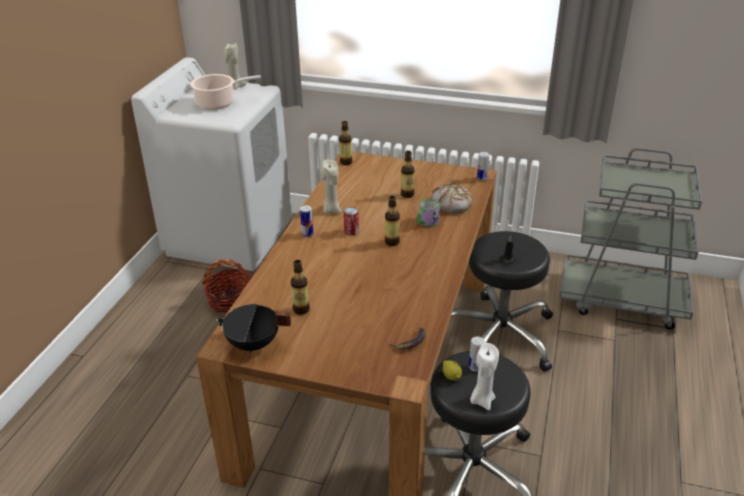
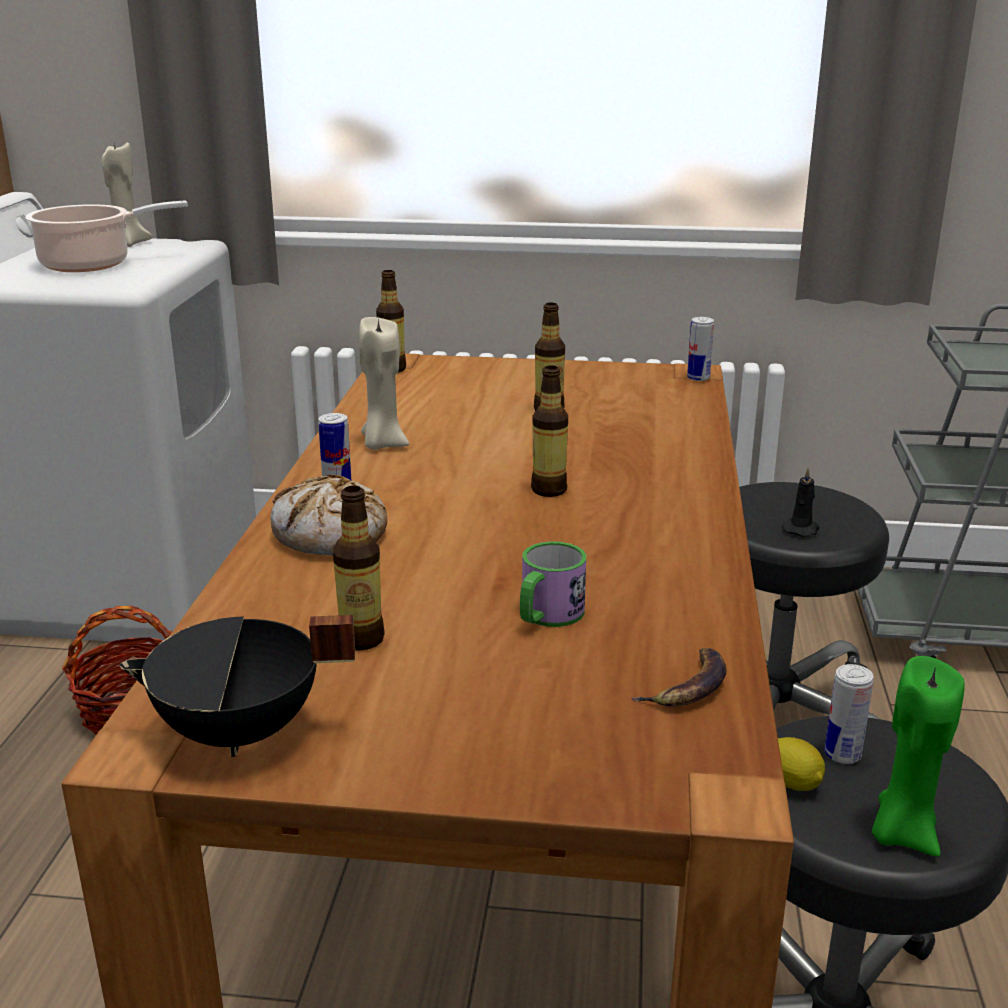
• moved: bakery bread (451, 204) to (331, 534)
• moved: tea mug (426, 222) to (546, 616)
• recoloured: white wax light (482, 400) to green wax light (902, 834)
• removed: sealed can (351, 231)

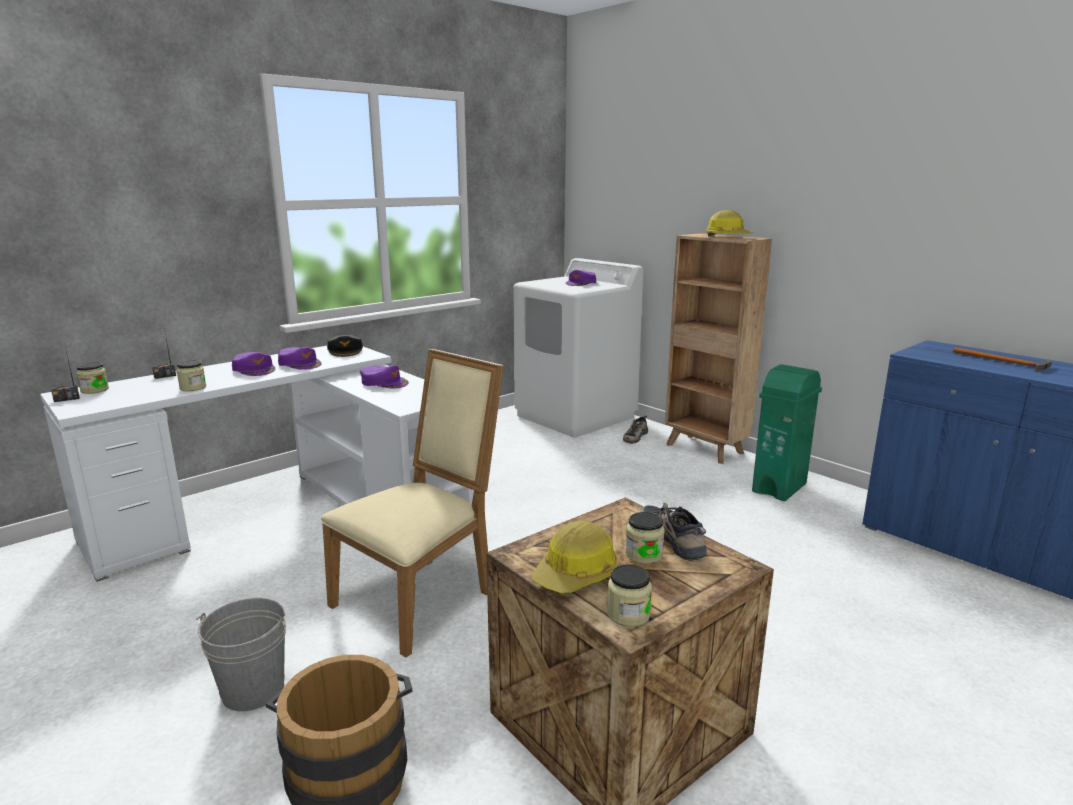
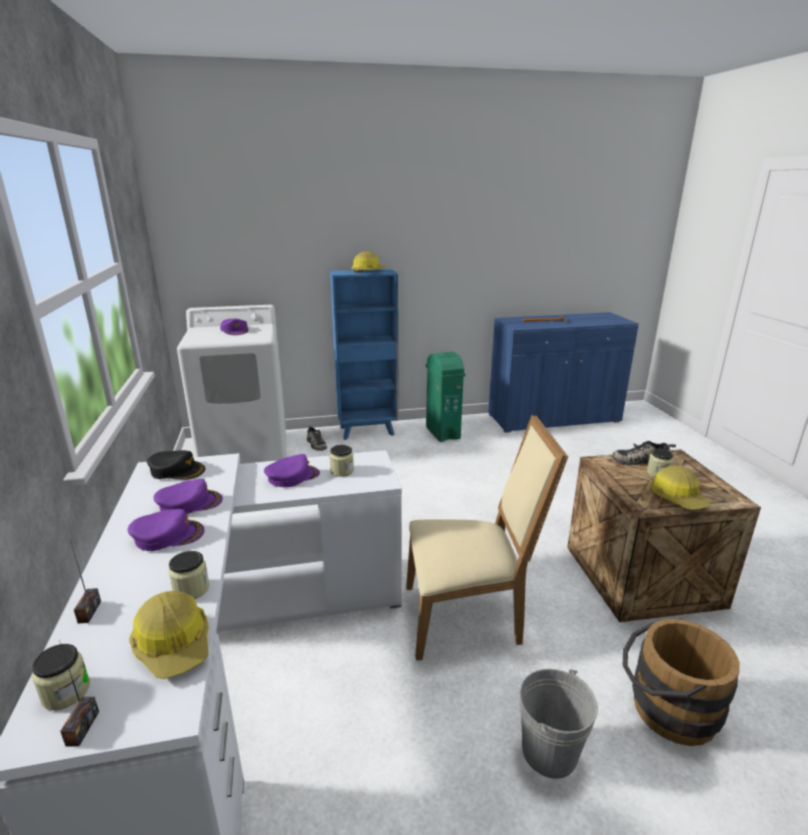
• added: safety helmet (174, 645)
• recoloured: brown-coloured shelving unit (705, 449) to blue-coloured shelving unit (368, 431)
• moved: preserve jar (628, 614) to (342, 471)
• turned: beige upright chair (421, 597) = (469, 616) 105 degrees clockwise

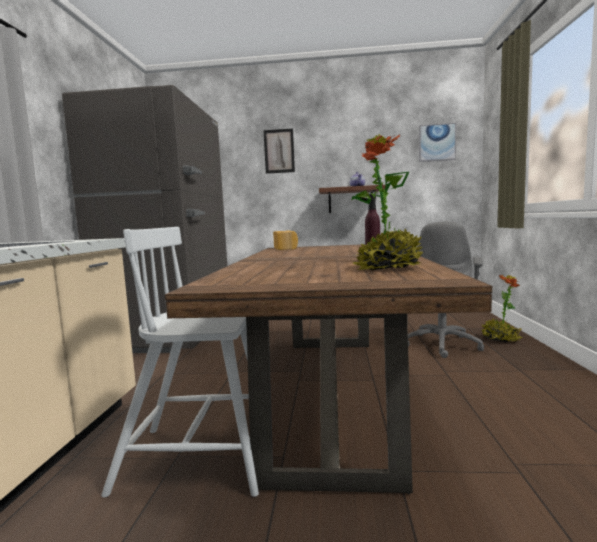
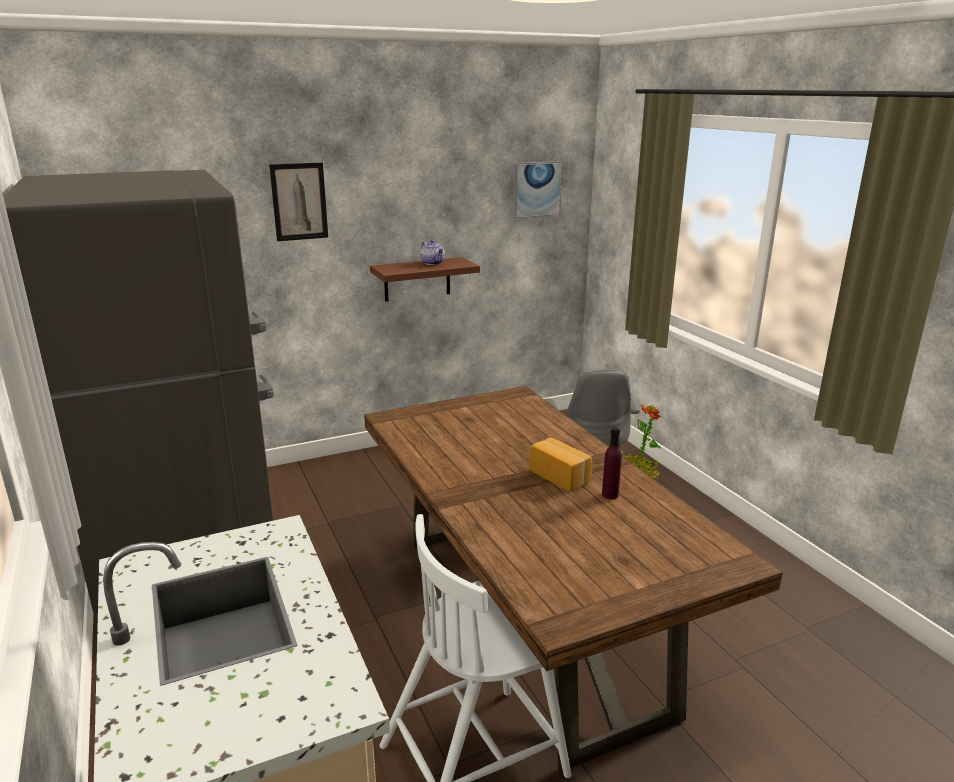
• moved: bakery bread (286, 248) to (561, 476)
• removed: potted plant (388, 268)

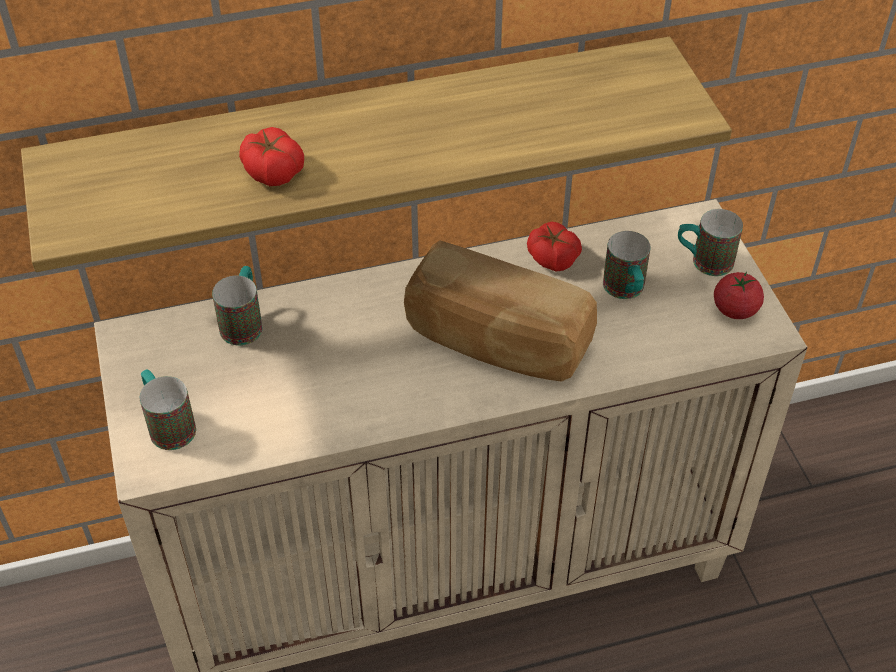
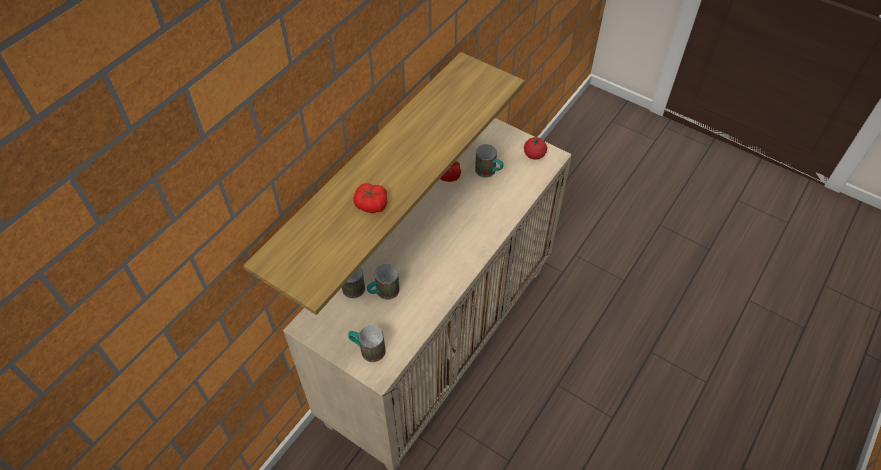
• moved: tea mug (703, 261) to (383, 293)
• removed: bakery bread (497, 341)

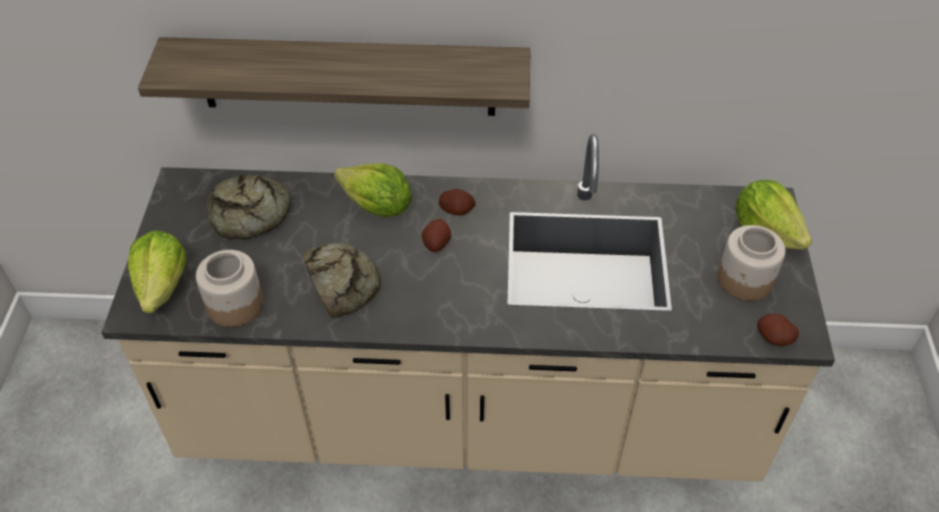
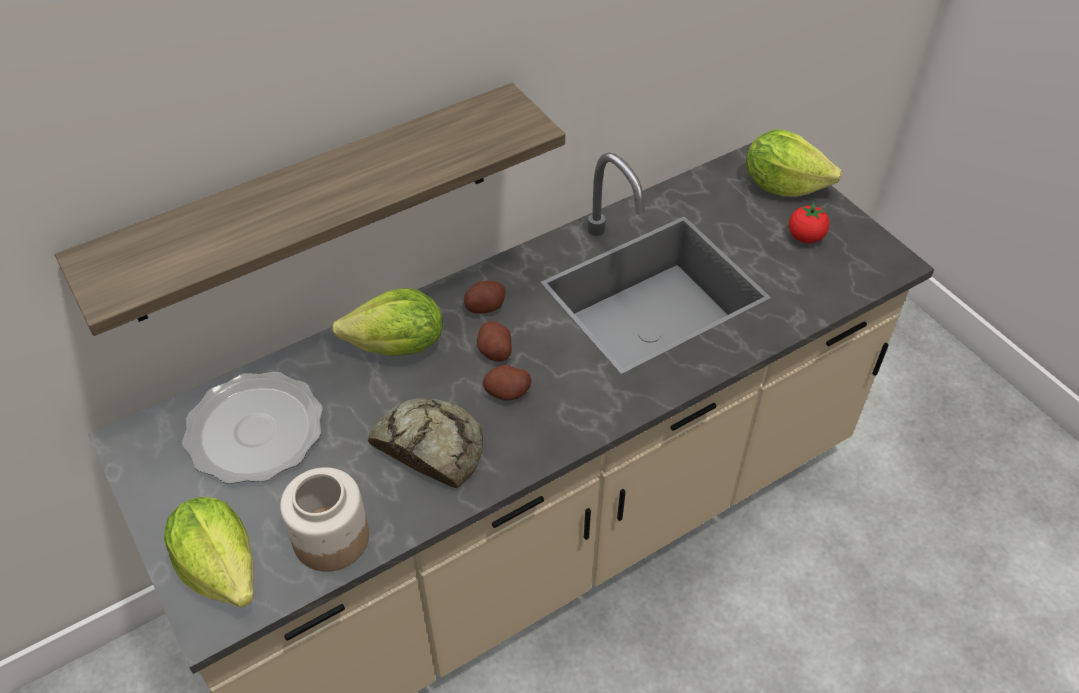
• replaced: bakery bread (250, 215) to dinner plate (256, 430)
• moved: potato (774, 337) to (507, 392)
• replaced: preserve jar (745, 280) to tomato (805, 237)

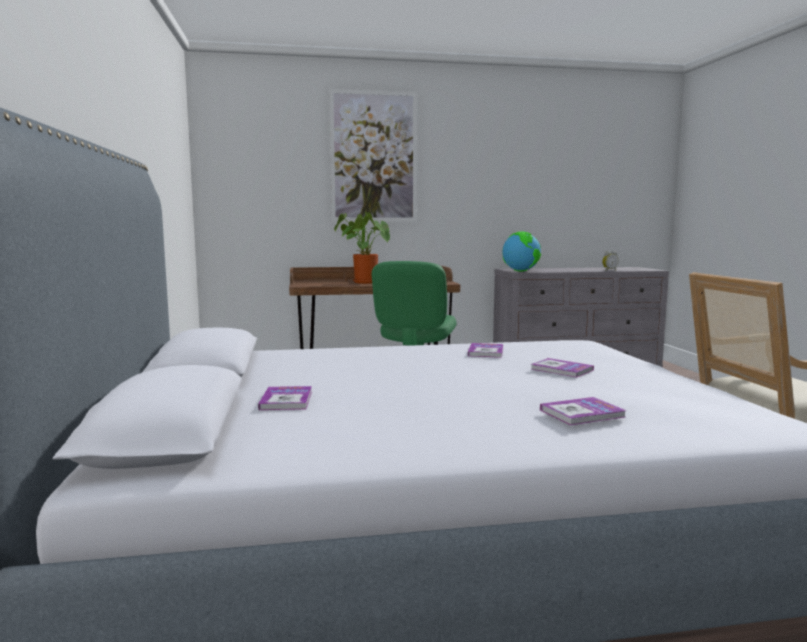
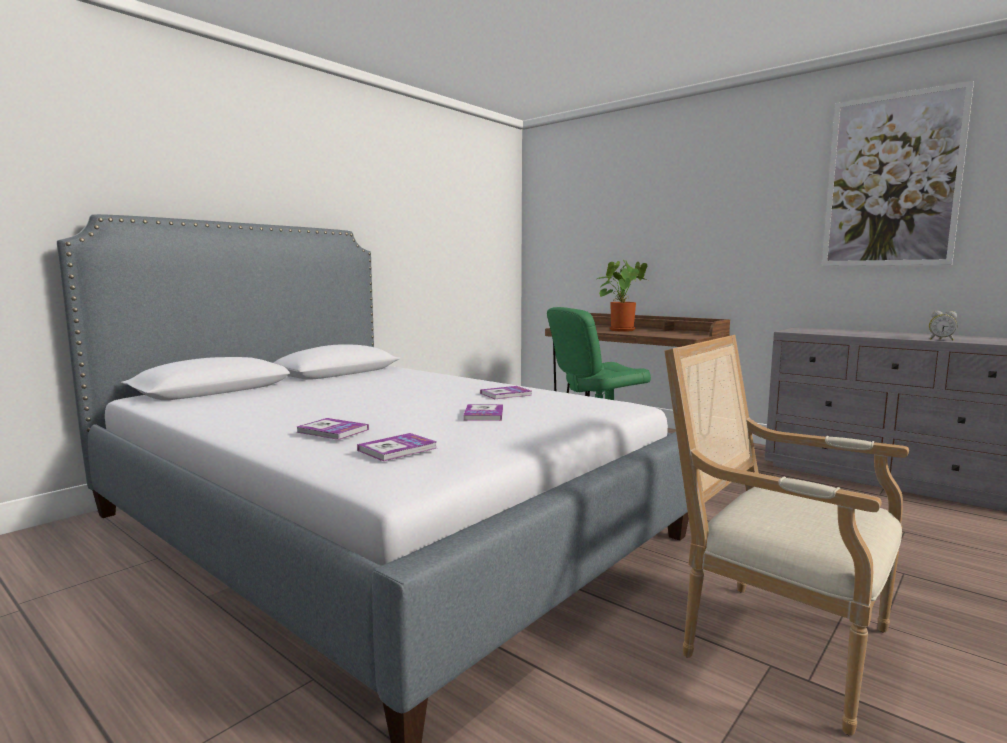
• moved: bound book (286, 400) to (397, 449)
• moved: wall art (373, 157) to (891, 181)
• removed: desk globe (521, 271)

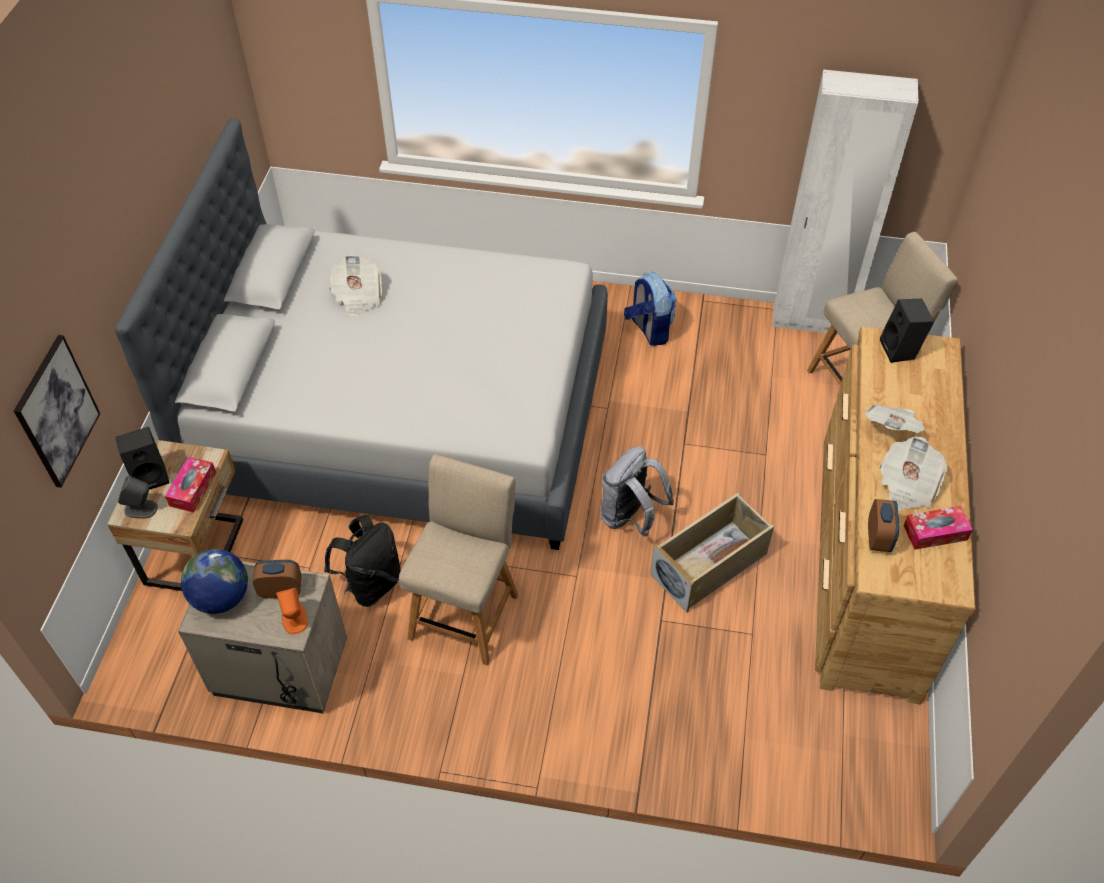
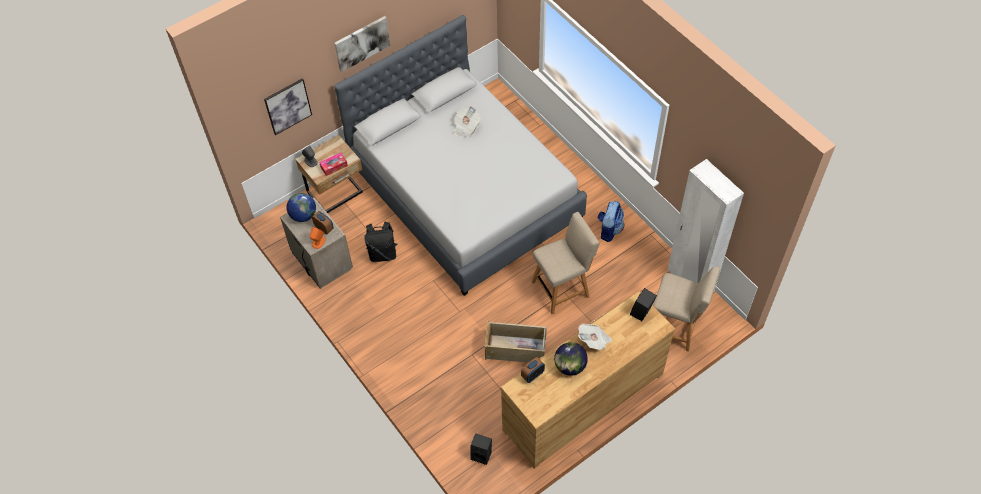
• added: wall art (362, 43)
• moved: blackish audio speaker (151, 476) to (482, 454)
• moved: beige upright chair (466, 611) to (563, 288)
• replaced: daily paper (907, 486) to desk globe (570, 366)
• removed: gray backpack (630, 517)
• removed: box of tissues (935, 533)

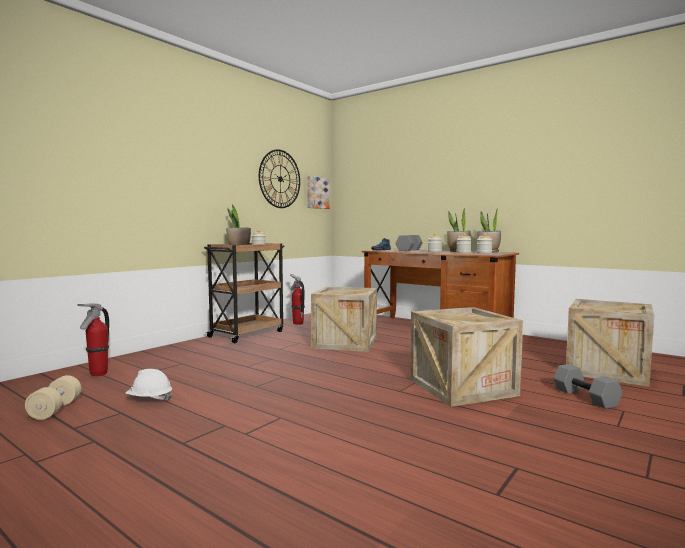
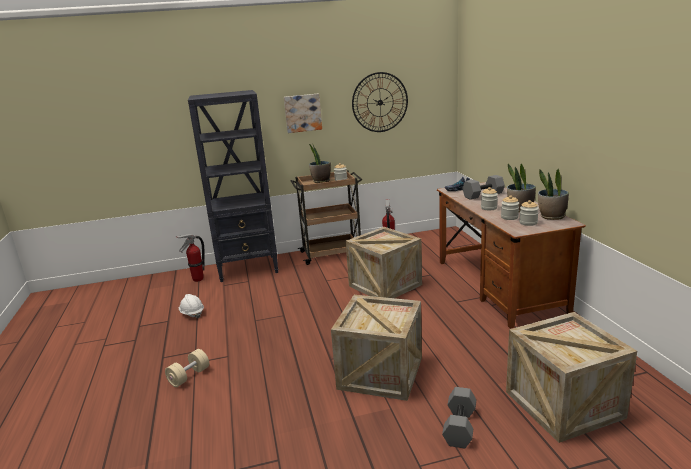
• moved: beige free weight (55, 409) to (189, 376)
• added: blackish shelving unit (249, 268)
• moved: wall art (317, 193) to (302, 113)

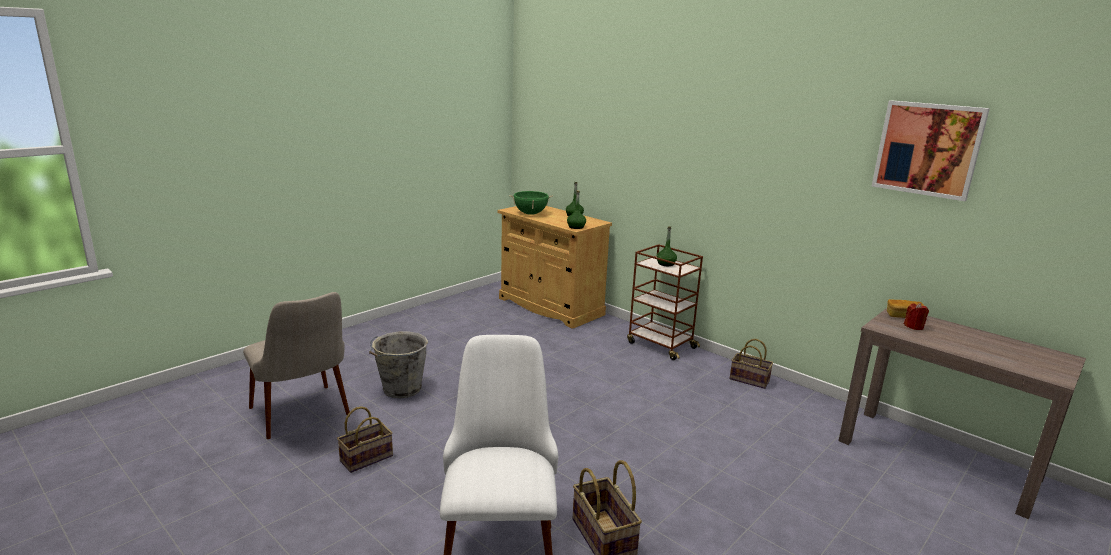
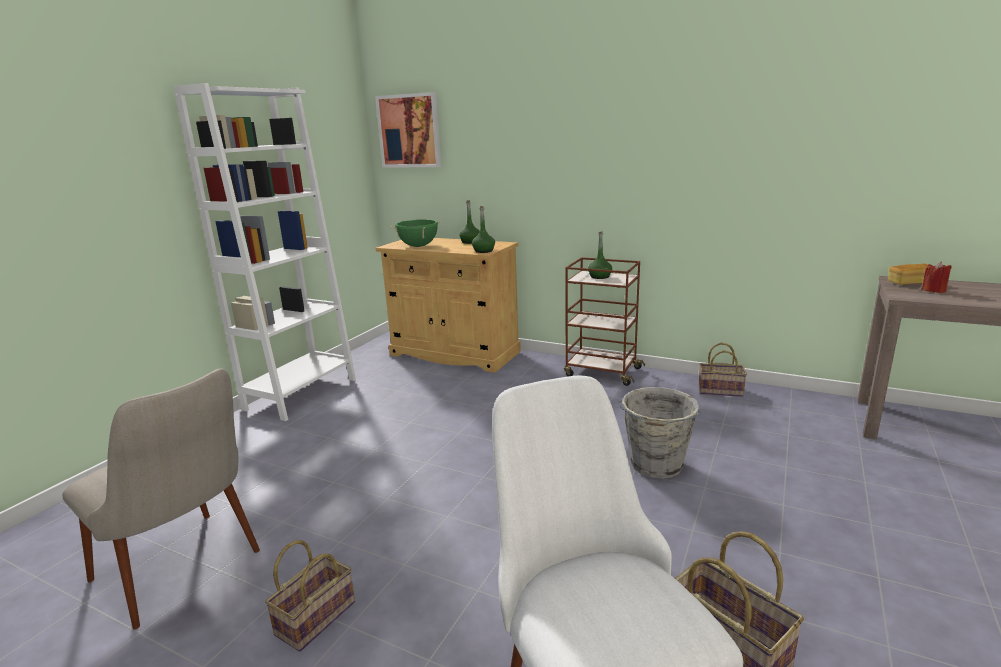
• added: white shelving unit (301, 394)
• moved: wall art (927, 149) to (409, 131)
• moved: gray pail (400, 389) to (656, 466)

